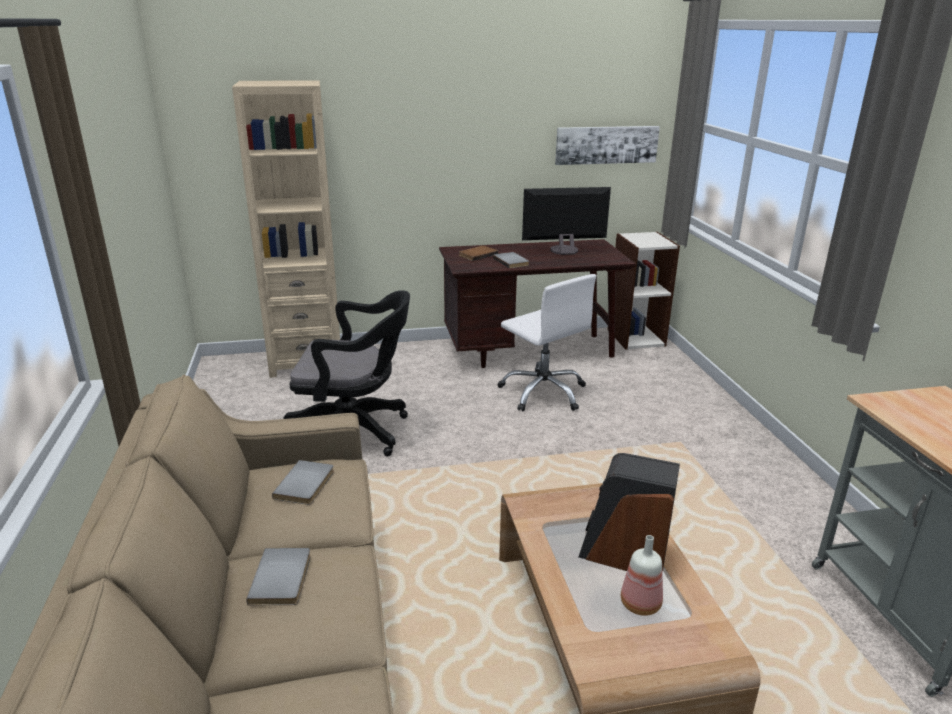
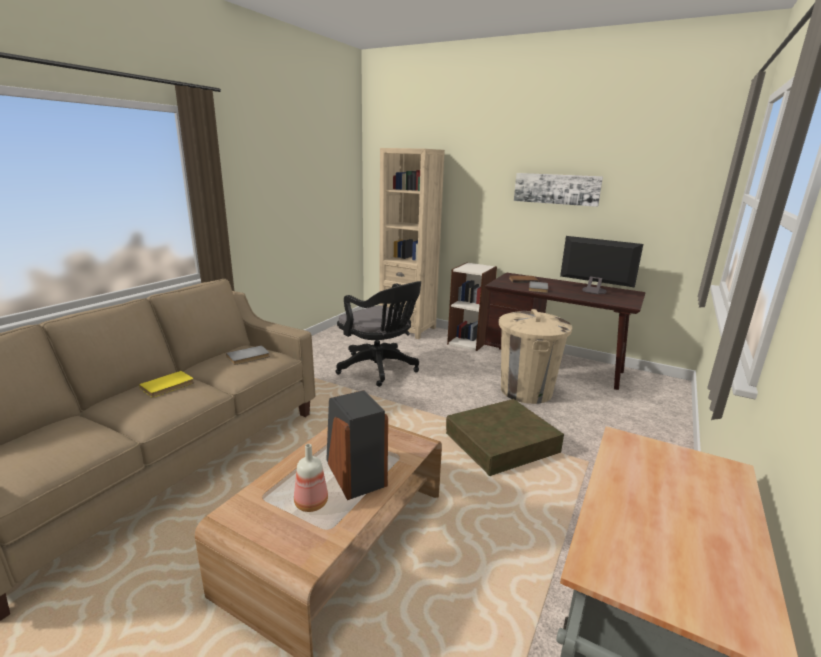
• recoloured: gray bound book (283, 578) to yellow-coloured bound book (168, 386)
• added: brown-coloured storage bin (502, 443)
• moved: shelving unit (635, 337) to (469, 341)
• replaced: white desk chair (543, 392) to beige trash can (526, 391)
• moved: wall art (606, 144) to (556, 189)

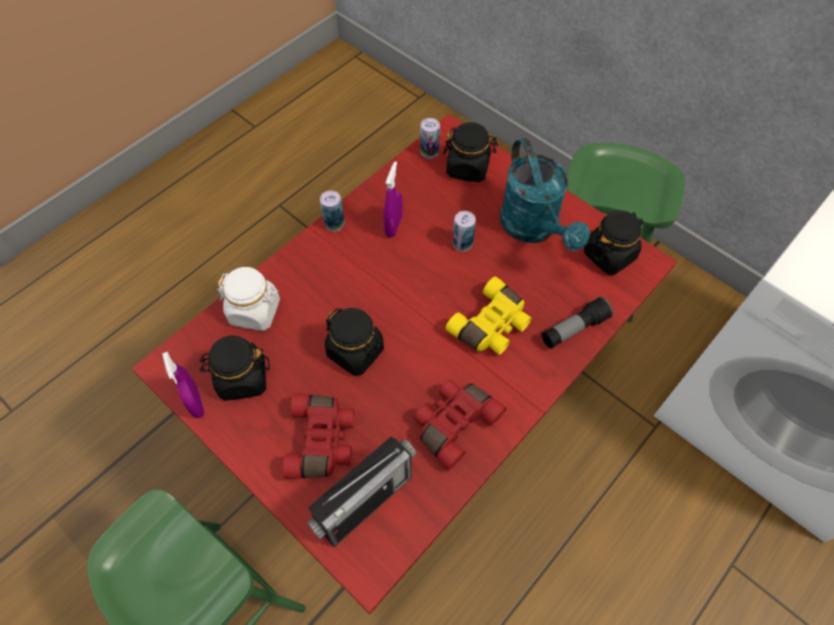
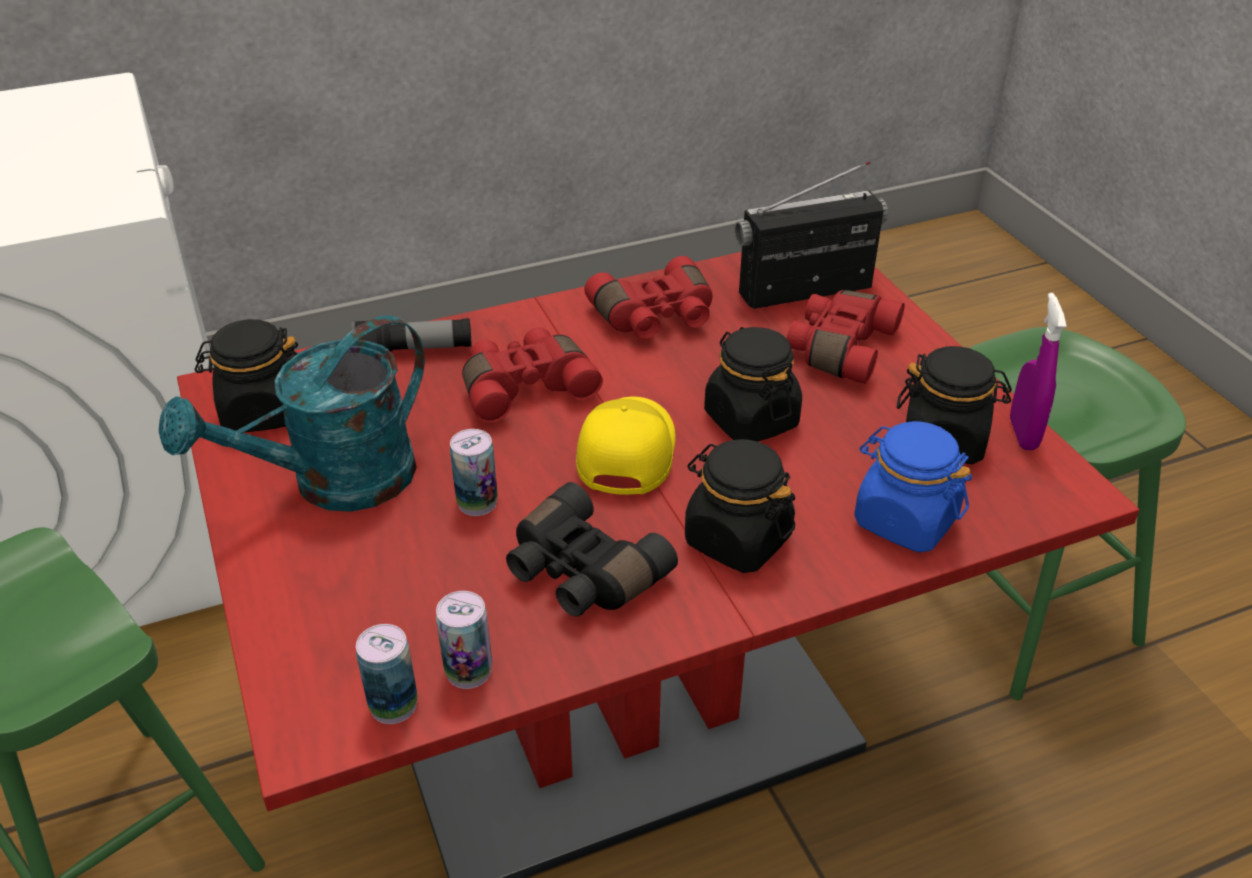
• turned: blue-green watering can (534, 229) = (334, 484) 135 degrees counterclockwise
• moved: sealed can (334, 223) to (468, 671)
• recoloured: yellow-coloured binoculars (492, 326) to red binoculars (525, 387)
• replaced: purple-coloured hand sprayer (393, 226) to blackish binoculars (581, 573)
• added: yellow-coloured cap (624, 453)
• moved: blackish preserve jar (468, 168) to (737, 539)
• recoloured: white preserve jar (255, 311) to blue-coloured preserve jar (904, 520)

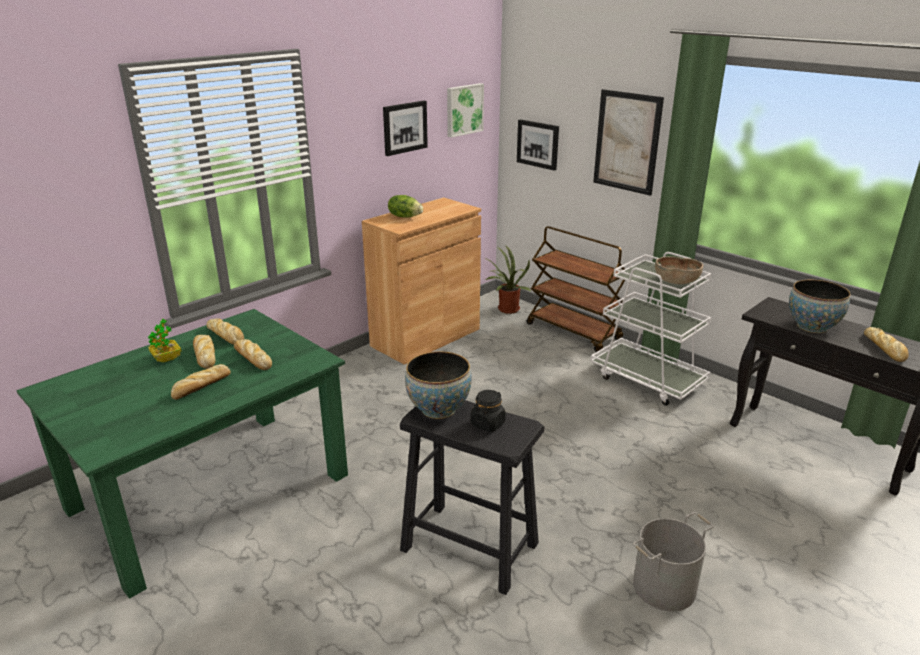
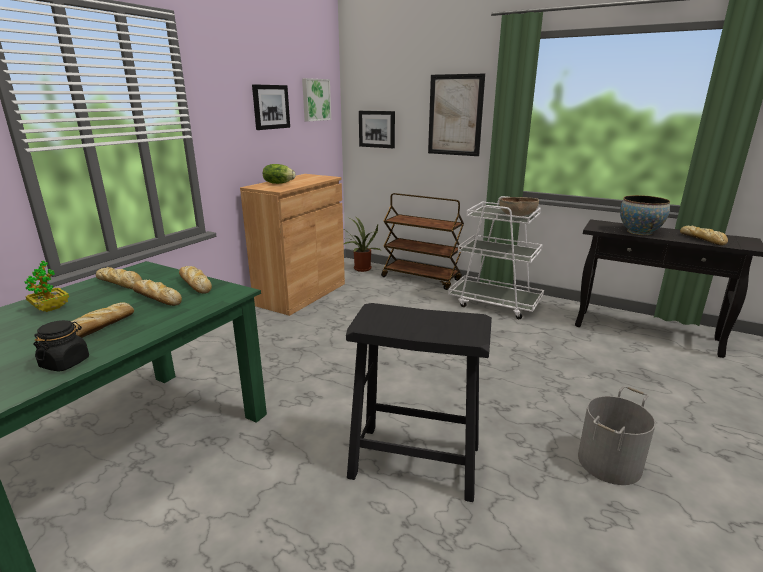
• moved: blackish preserve jar (488, 423) to (65, 363)
• moved: bakery bread (205, 355) to (195, 284)
• removed: serving bowl (438, 409)

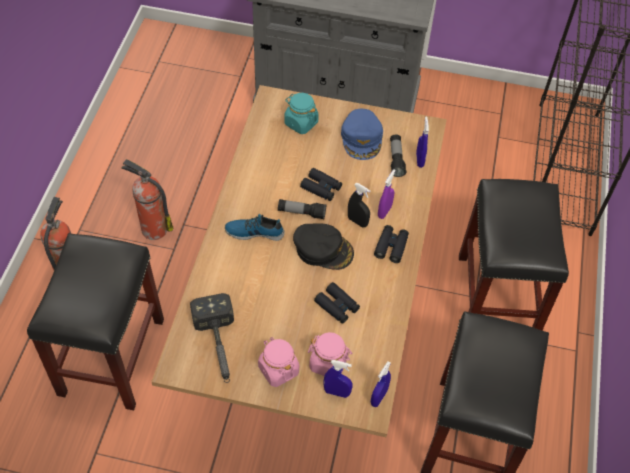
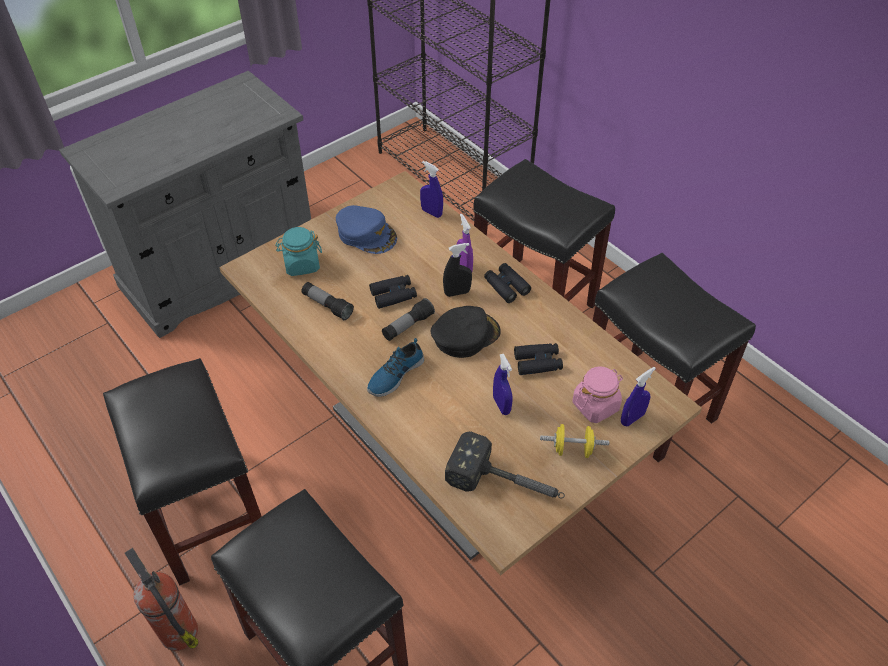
• replaced: fire-fighting cylinder (153, 229) to blackish sitting stool (206, 513)
• moved: torch (396, 159) to (327, 306)
• moved: blue-coloured hand sprayer (379, 397) to (501, 405)
• replaced: pink-coloured preserve jar (278, 369) to yellow-coloured free weight (572, 449)

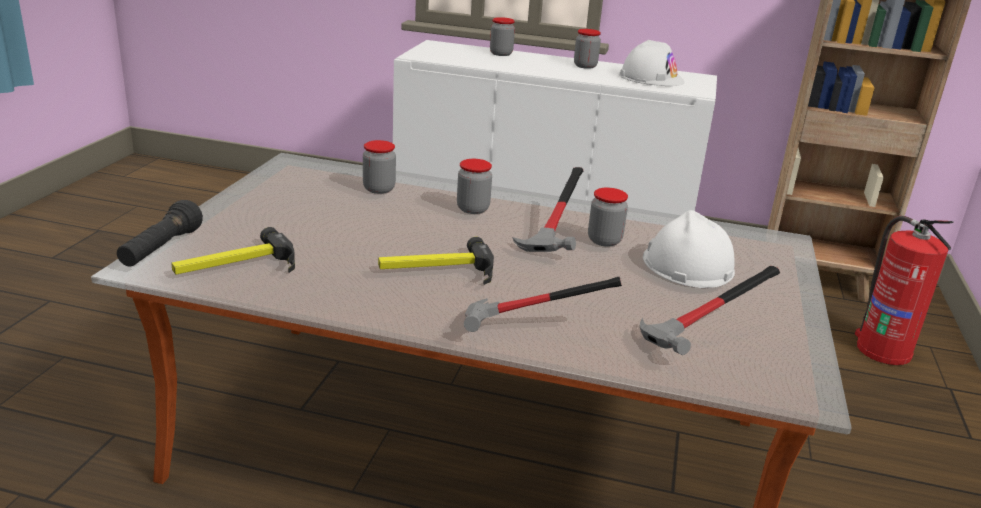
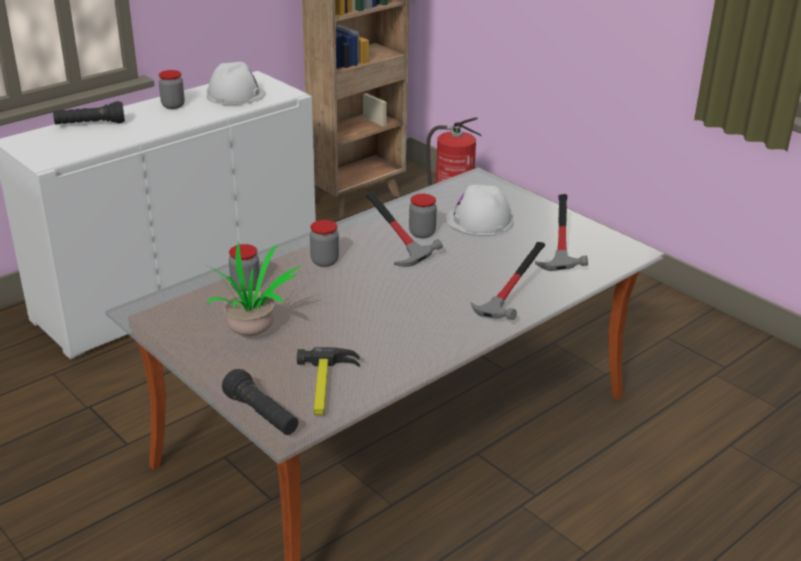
• replaced: preserve jar (501, 54) to blackish torch (90, 124)
• added: potted plant (252, 331)
• removed: hammer (437, 270)

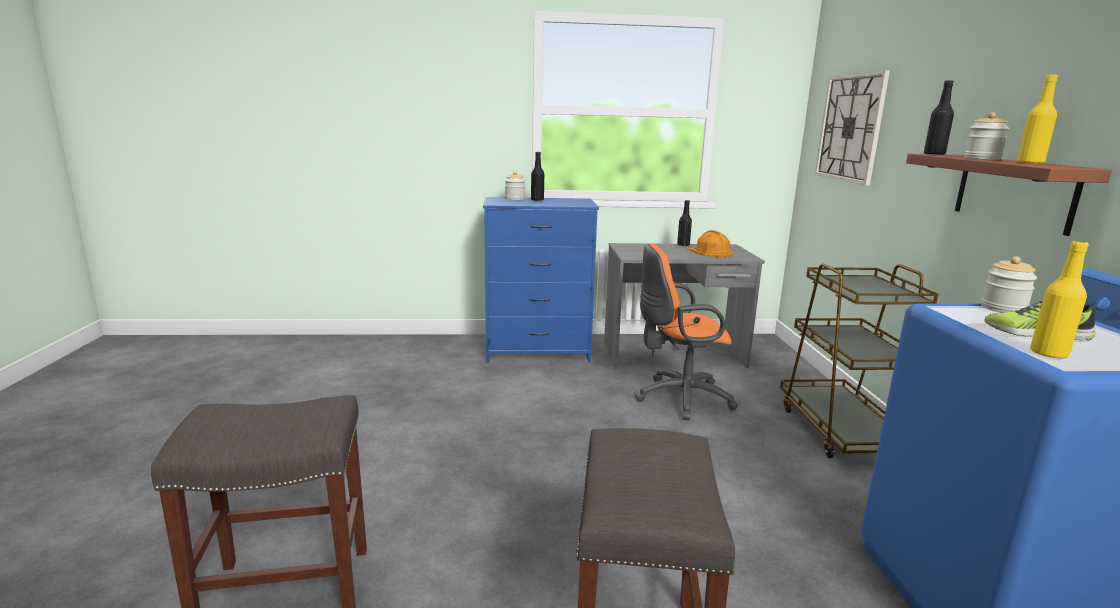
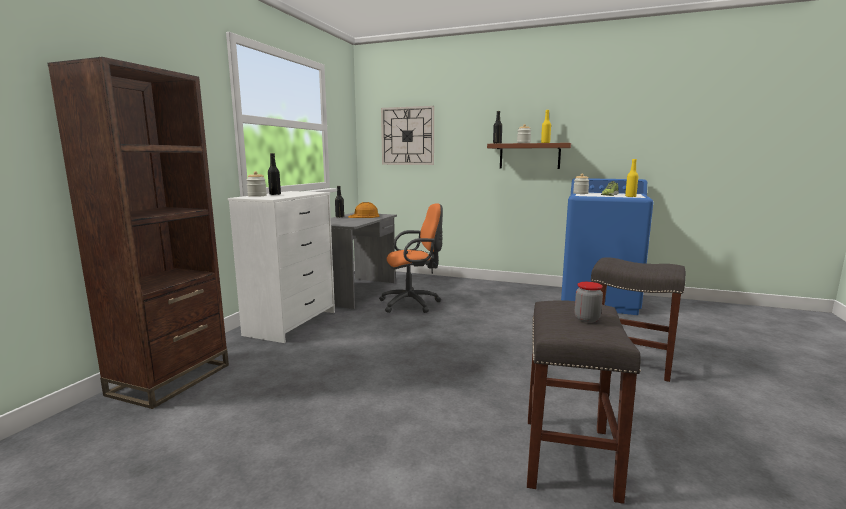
• added: brown-coloured shelving unit (170, 379)
• recoloured: blue-coloured drawer chest (537, 352) to white drawer chest (292, 323)
• turned: orange-coloured desk chair (678, 398) = (413, 304) 120 degrees counterclockwise
• added: preserve jar (587, 319)
• removed: brown-coloured trolley (841, 430)

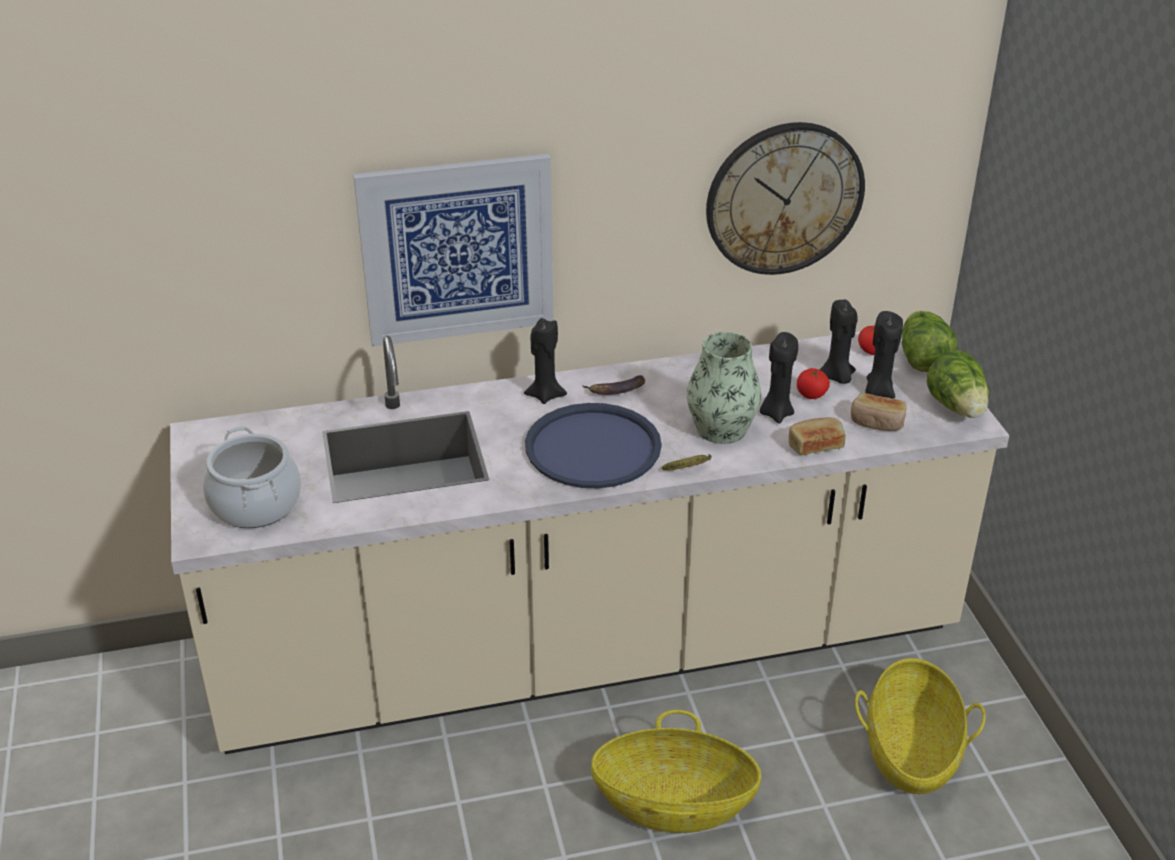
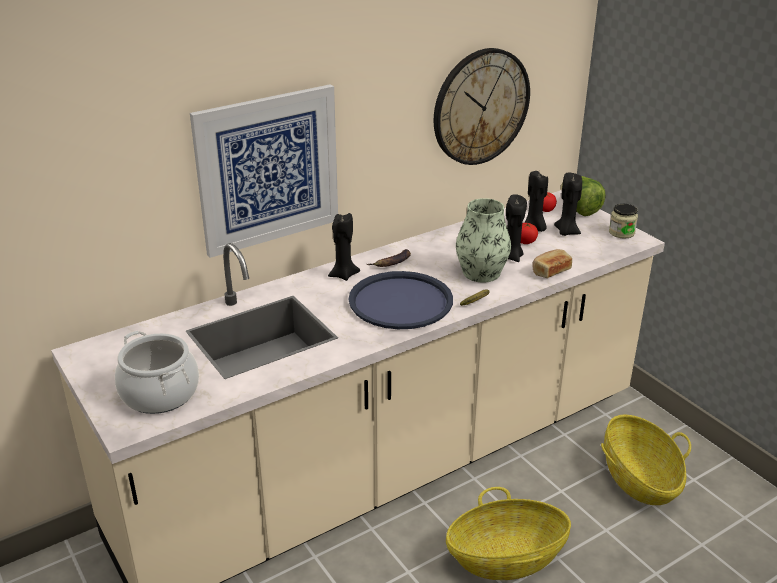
• replaced: head of lettuce (957, 407) to preserve jar (621, 232)
• removed: bakery bread (877, 422)

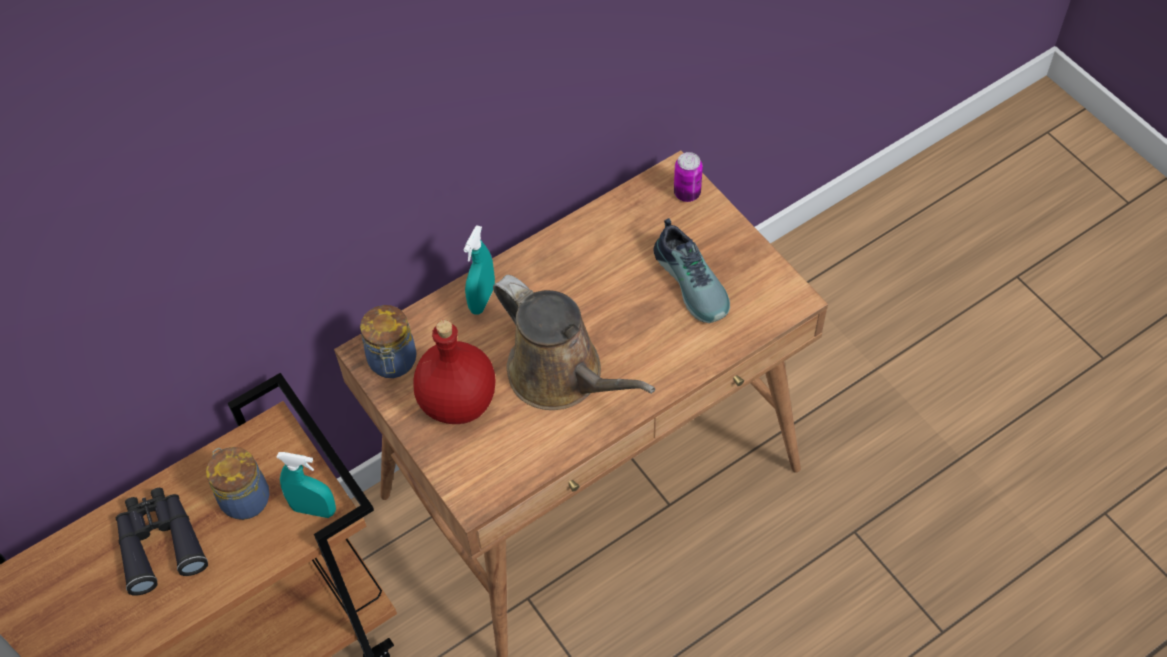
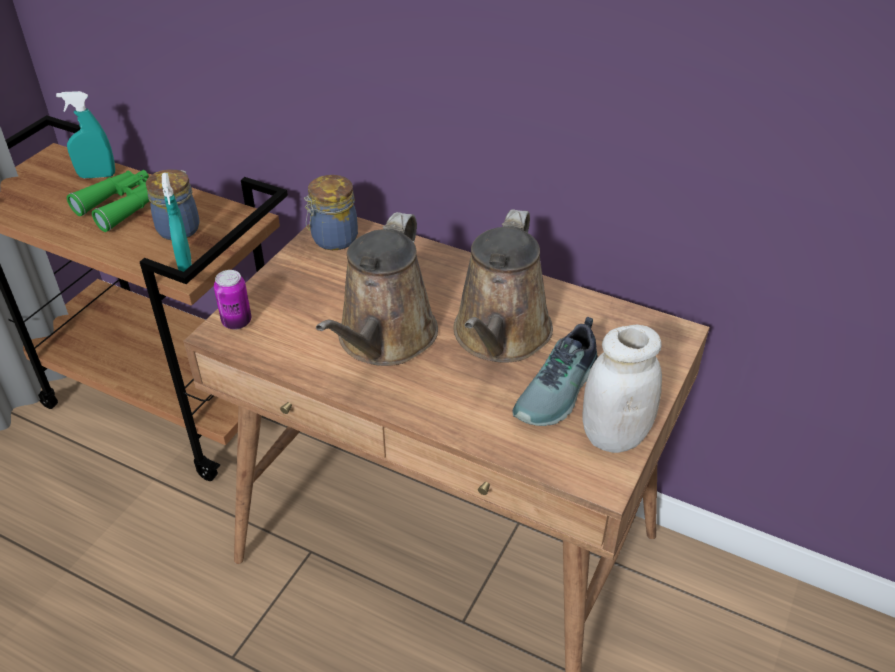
• moved: blue-green hand sprayer (482, 299) to (97, 176)
• recoloured: blackish binoculars (160, 542) to green binoculars (123, 206)
• moved: sealed can (687, 193) to (237, 322)
• added: brown-coloured watering can (500, 336)
• added: white preserve jar (614, 436)
• removed: red drink bottle (459, 402)

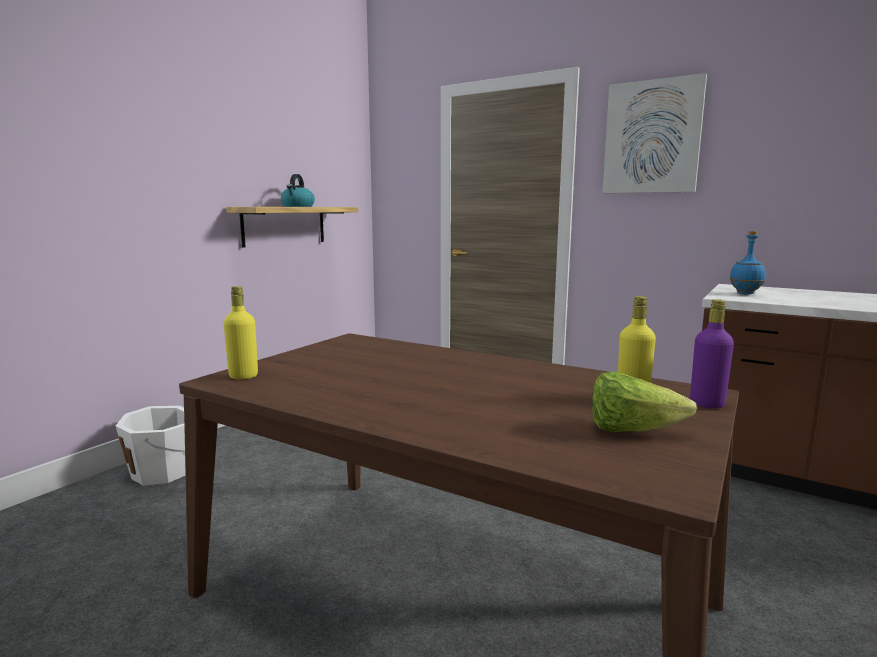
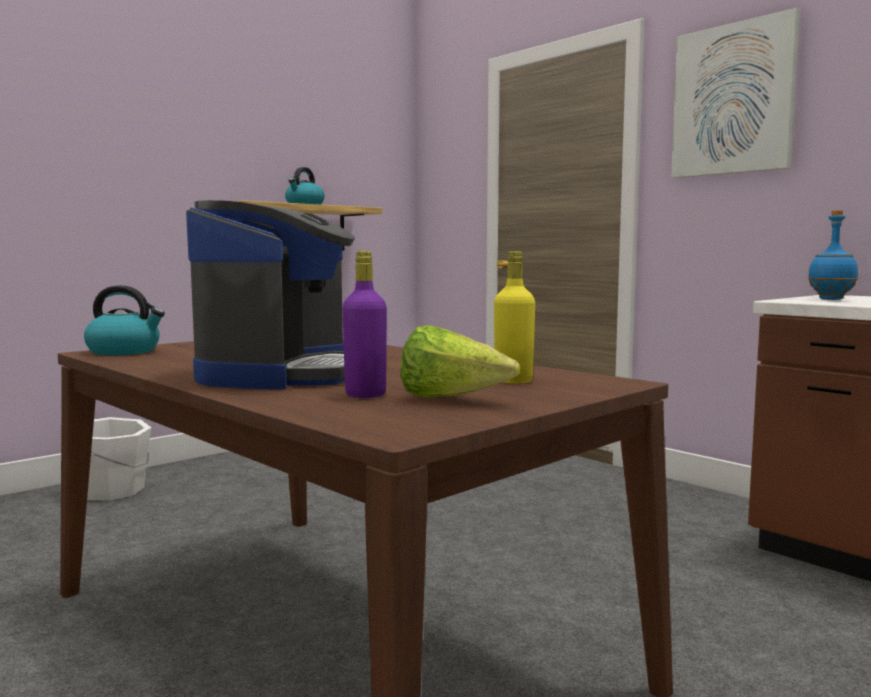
• replaced: yellow-coloured drink bottle (243, 376) to tea kettle (125, 351)
• added: coffee machine (283, 374)
• moved: purple-coloured drink bottle (707, 404) to (365, 395)

